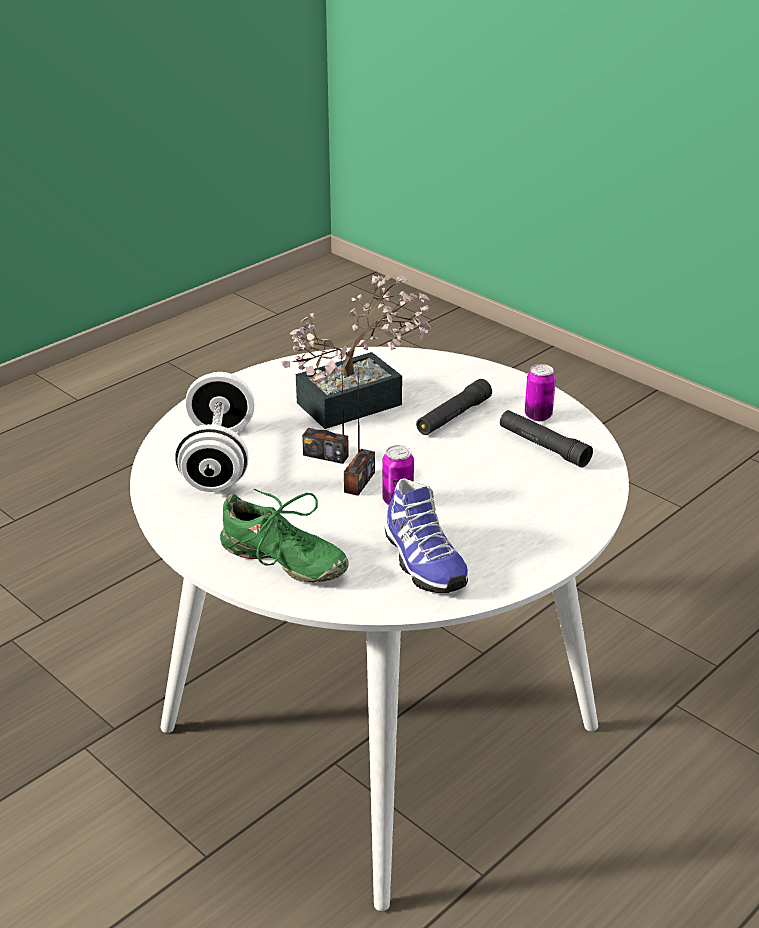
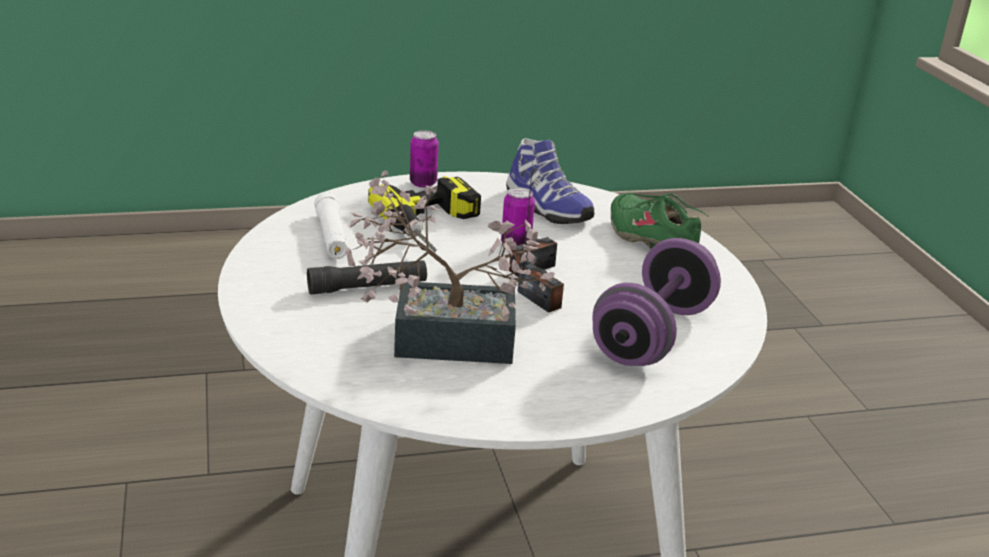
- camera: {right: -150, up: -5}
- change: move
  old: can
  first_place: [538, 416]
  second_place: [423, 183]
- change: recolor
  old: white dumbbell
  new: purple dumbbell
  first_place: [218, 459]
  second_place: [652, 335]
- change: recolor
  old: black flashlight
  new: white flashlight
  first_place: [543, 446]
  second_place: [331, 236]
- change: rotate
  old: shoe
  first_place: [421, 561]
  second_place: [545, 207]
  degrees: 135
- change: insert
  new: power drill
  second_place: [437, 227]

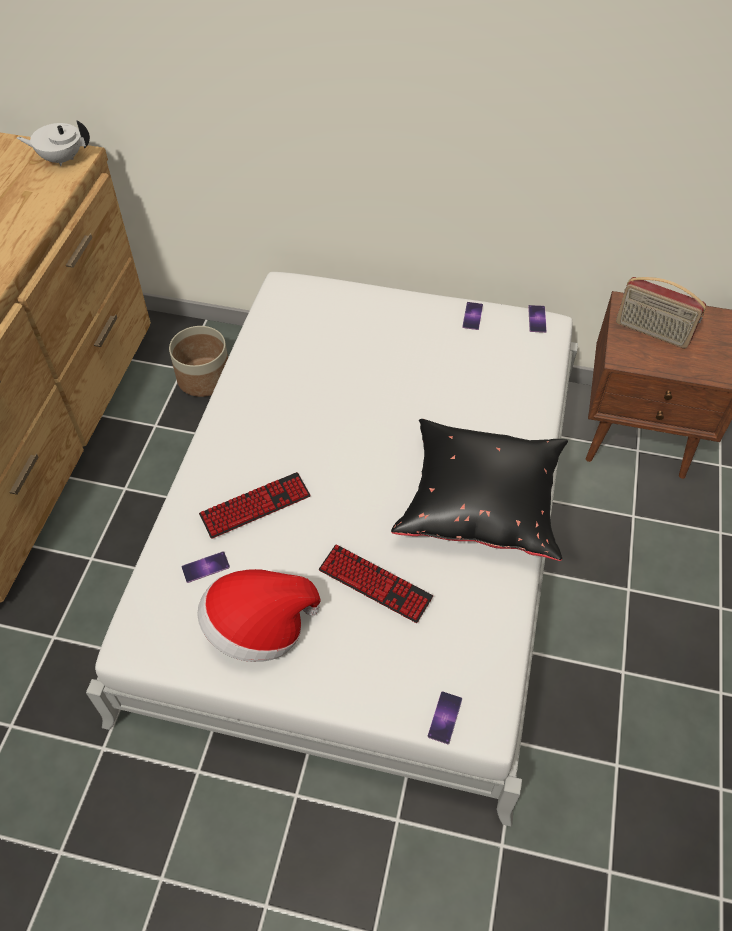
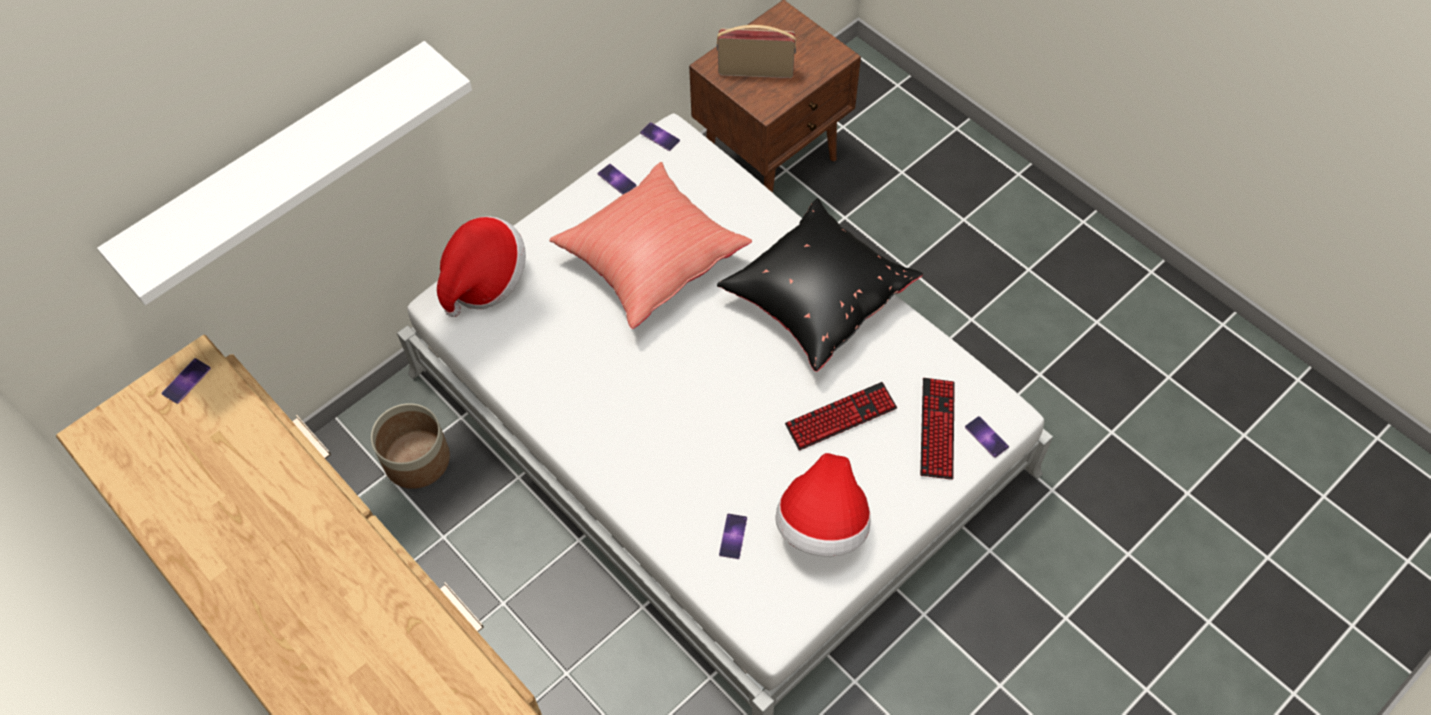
- camera: {right: -55, up: 5}
- change: replace
  old: white teapot
  new: phone
  first_place: [61, 159]
  second_place: [186, 381]
- change: rotate
  old: radio
  first_place: [652, 332]
  second_place: [756, 71]
  degrees: -150
- change: move
  old: keyboard
  first_place: [255, 506]
  second_place: [937, 429]
- change: insert
  new: white shelf
  second_place: [280, 164]
- change: insert
  new: red pillow
  second_place: [650, 259]
- change: insert
  new: hat
  second_place: [484, 280]

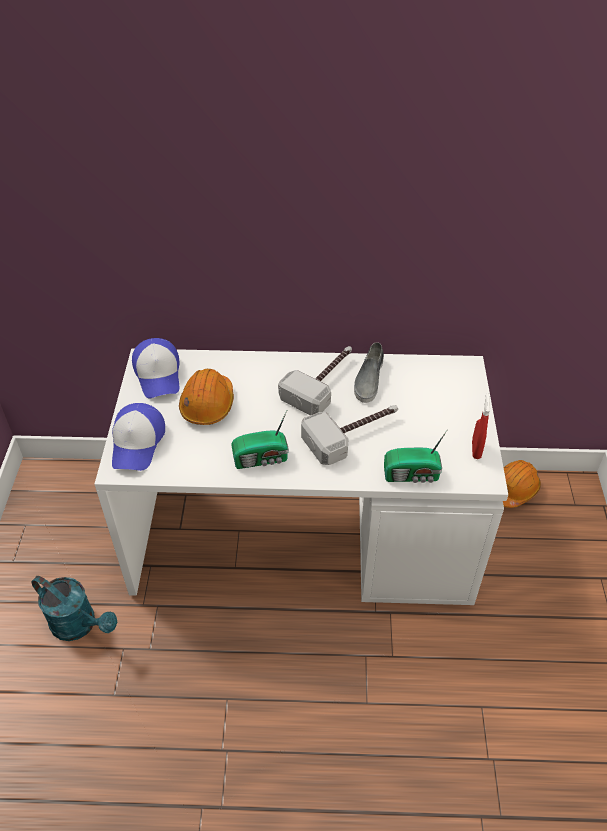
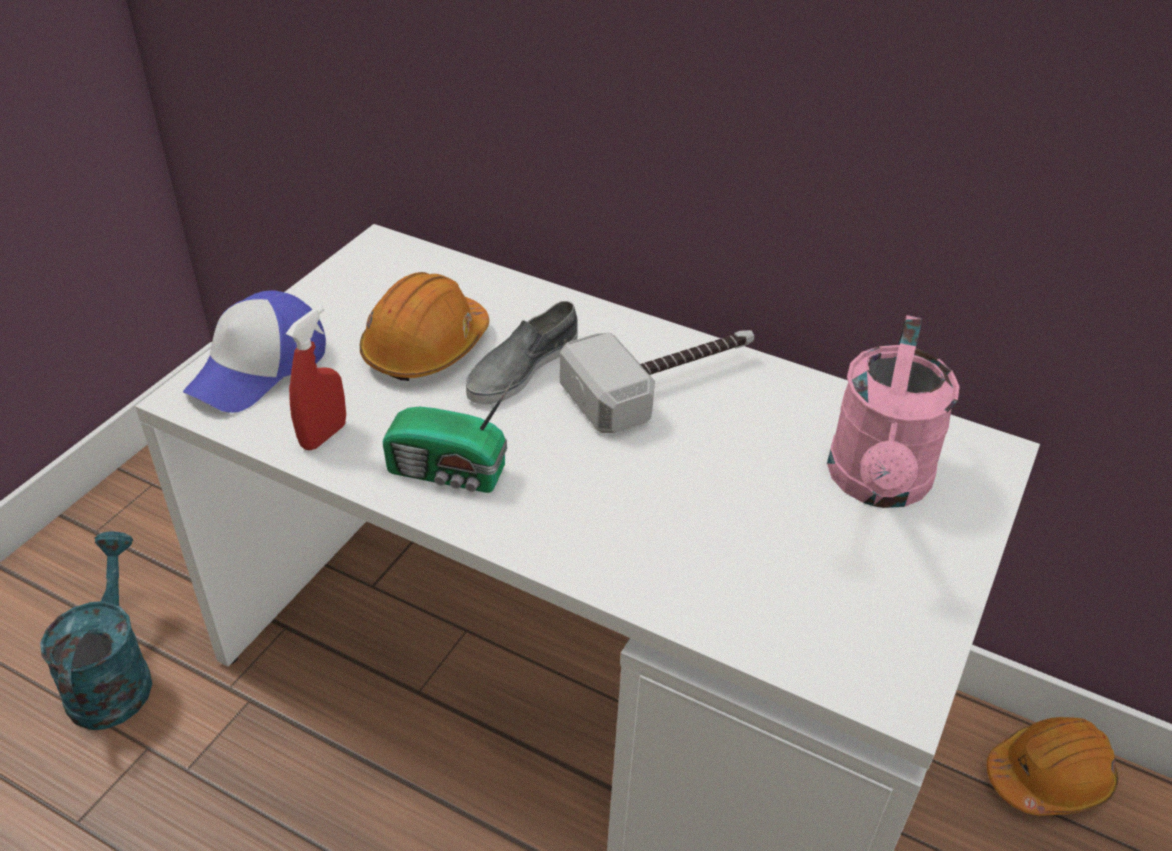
- camera: {right: 25, up: -5}
- change: delete
  old: cap
  first_place: [158, 374]
- change: move
  old: grey shoe
  first_place: [369, 379]
  second_place: [521, 368]
- change: move
  old: red spray bottle
  first_place: [476, 450]
  second_place: [323, 435]
- change: delete
  old: hammer
  first_place: [353, 434]
- change: delete
  old: radio
  first_place: [413, 475]
- change: rotate
  old: turquoise watering can
  first_place: [80, 625]
  second_place: [113, 676]
  degrees: -150
- change: insert
  new: pink watering can
  second_place: [878, 485]

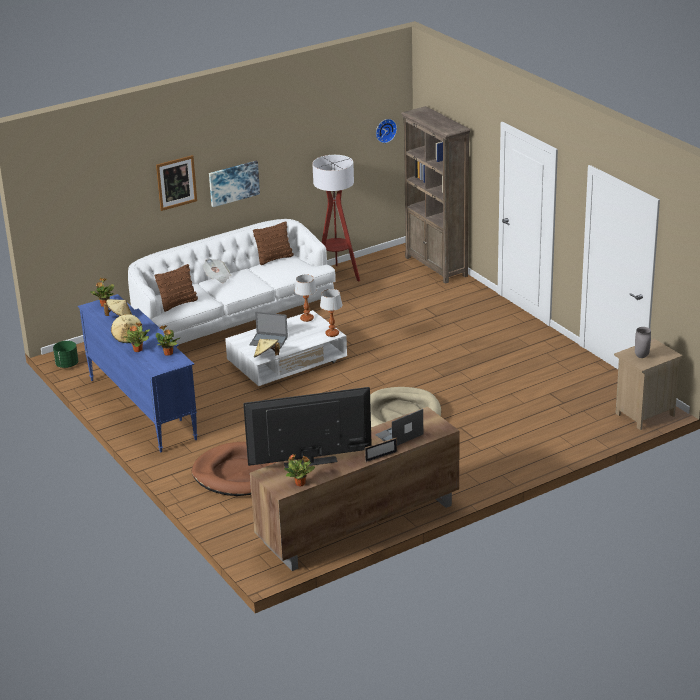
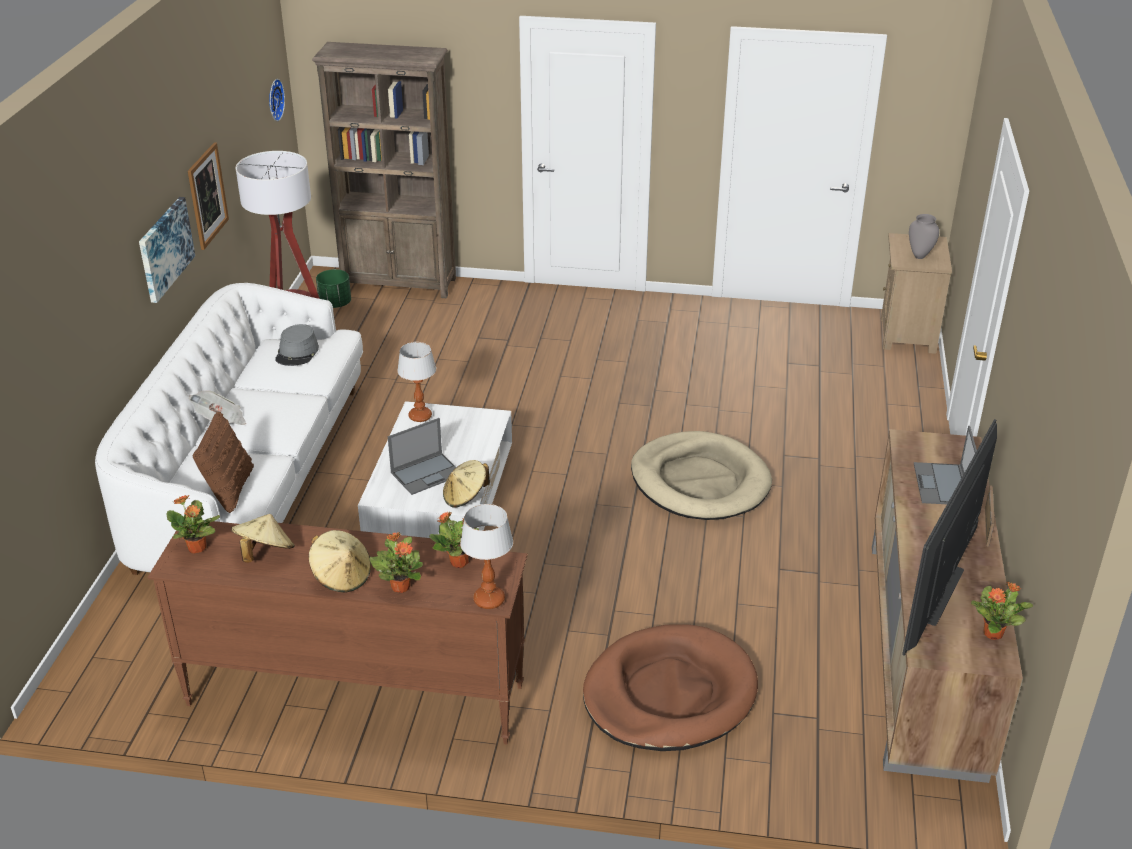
- camera: {right: -50, up: 5}
- change: move
  old: picture
  first_place: [176, 182]
  second_place: [207, 195]
- change: delete
  old: brown pillow
  first_place: [274, 259]
- change: move
  old: table lamp
  first_place: [332, 334]
  second_place: [489, 600]
- change: recolor
  old: blue cabinet
  new: brown cabinet
  first_place: [143, 408]
  second_place: [356, 694]
- change: move
  old: green planter
  first_place: [67, 365]
  second_place: [335, 304]
- change: insert
  new: grey hat
  second_place: [297, 353]

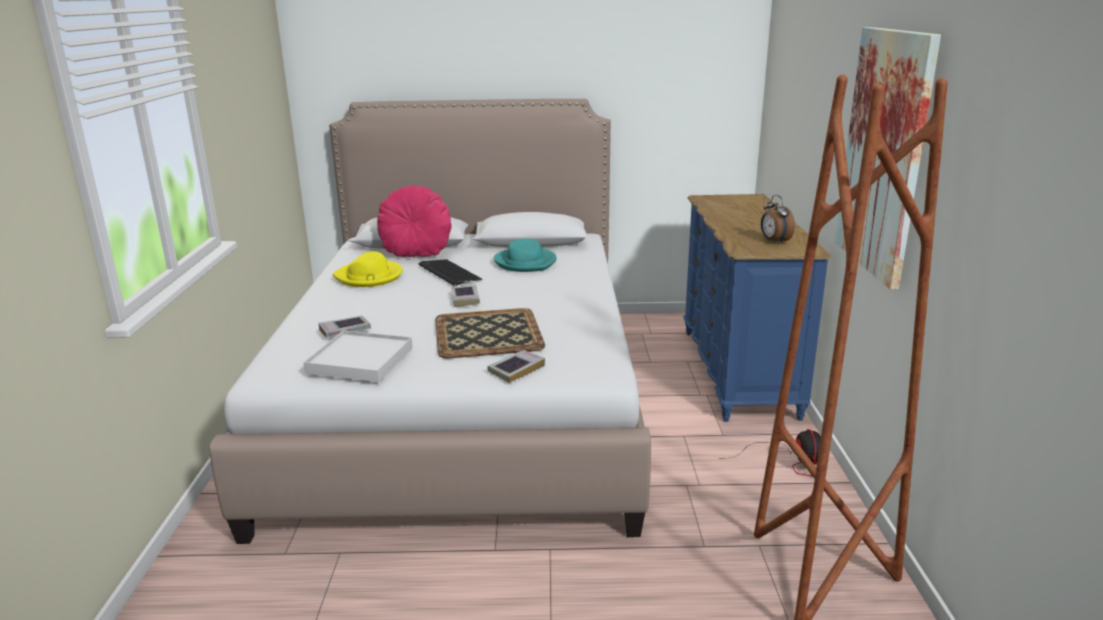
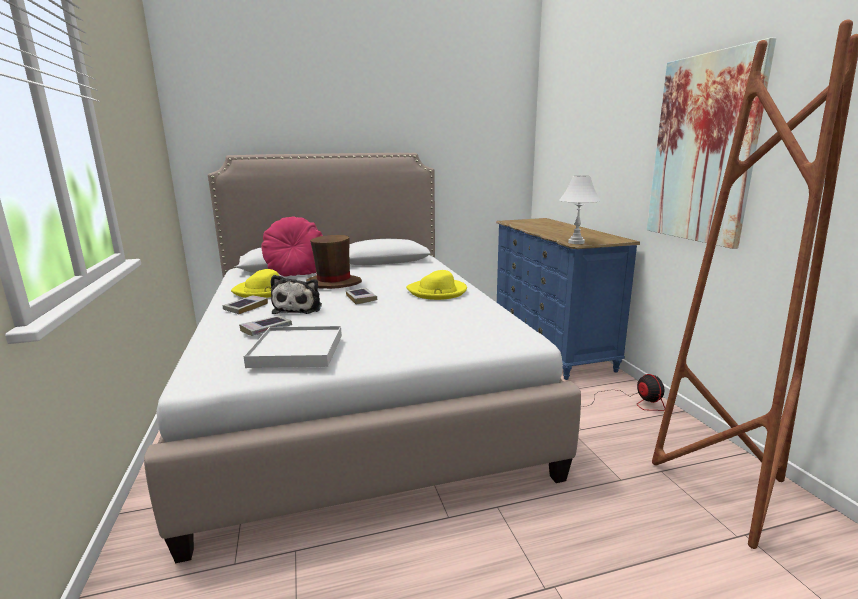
- camera: {right: -15, up: -5}
- change: delete
  old: alarm clock
  first_place: [774, 241]
- change: delete
  old: turquoise hat
  first_place: [525, 262]
- change: replace
  old: keyboard
  new: brown hat
  first_place: [449, 273]
  second_place: [334, 283]
- change: delete
  old: tray
  first_place: [487, 334]
- change: move
  old: book
  first_place: [516, 369]
  second_place: [246, 307]
- change: insert
  new: white table lamp
  second_place: [576, 242]
- change: insert
  new: yellow hat
  second_place: [437, 292]
- change: insert
  new: plush toy
  second_place: [299, 308]

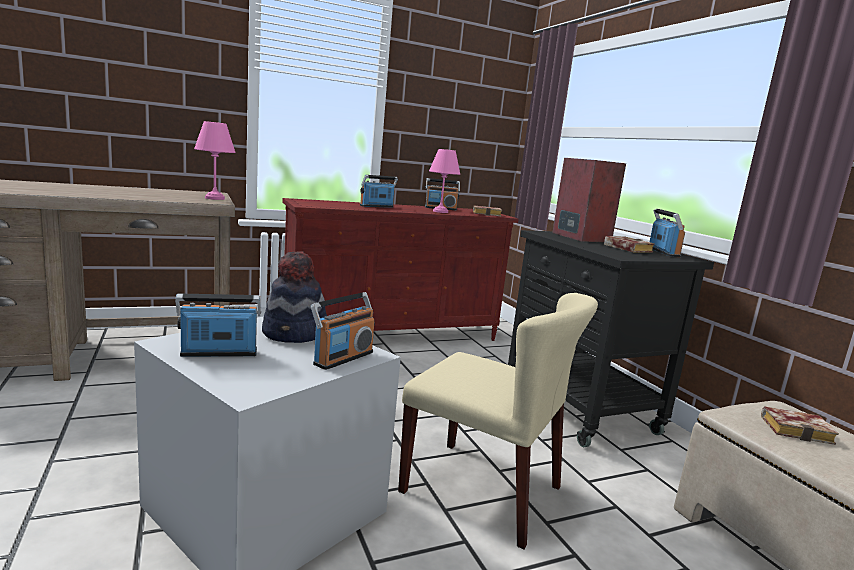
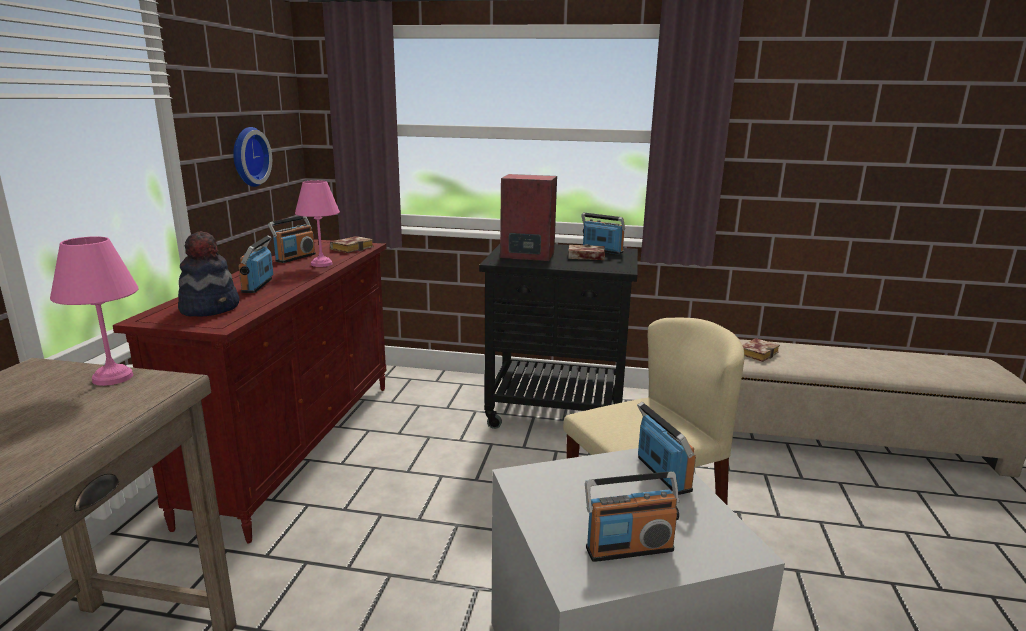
- camera: {right: -55, up: 5}
- change: move
  old: hat
  first_place: [296, 334]
  second_place: [210, 308]
- change: rotate
  old: radio
  first_place: [219, 353]
  second_place: [629, 548]
  degrees: -120
- change: insert
  new: wall clock
  second_place: [247, 156]

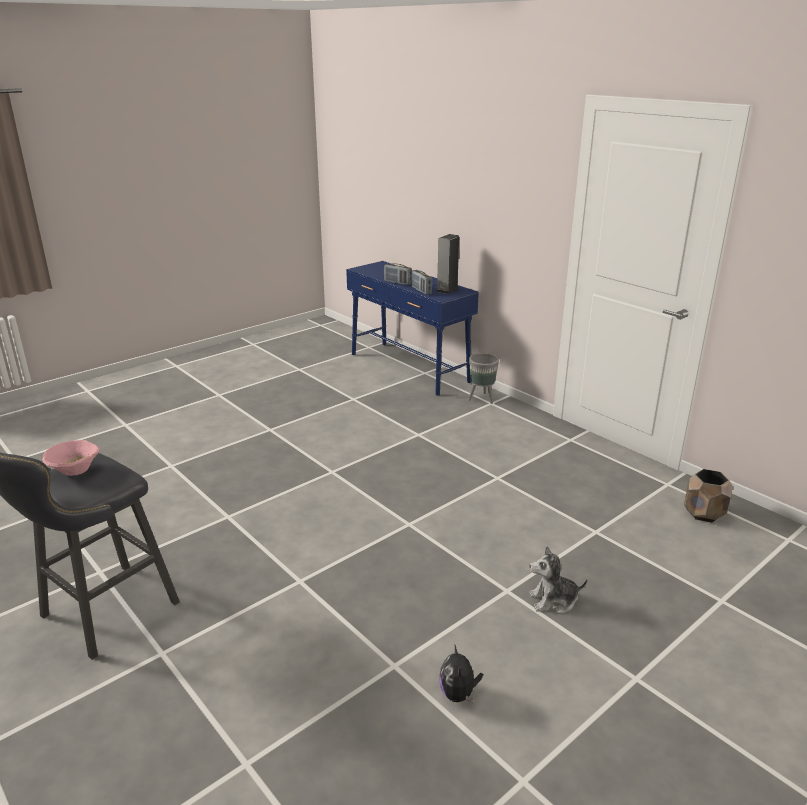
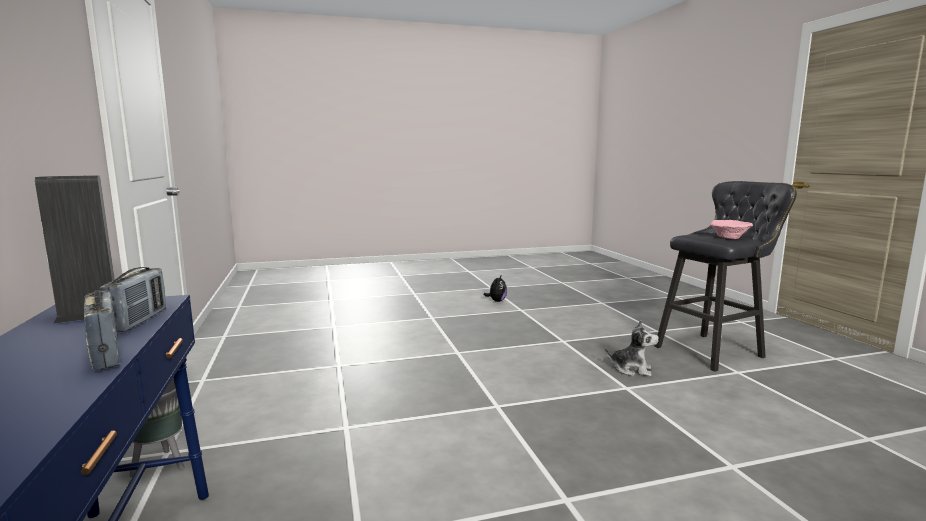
- camera: {right: -155, up: -15}
- change: delete
  old: brown planter
  first_place: [704, 513]
- change: move
  old: plush toy
  first_place: [553, 601]
  second_place: [631, 369]

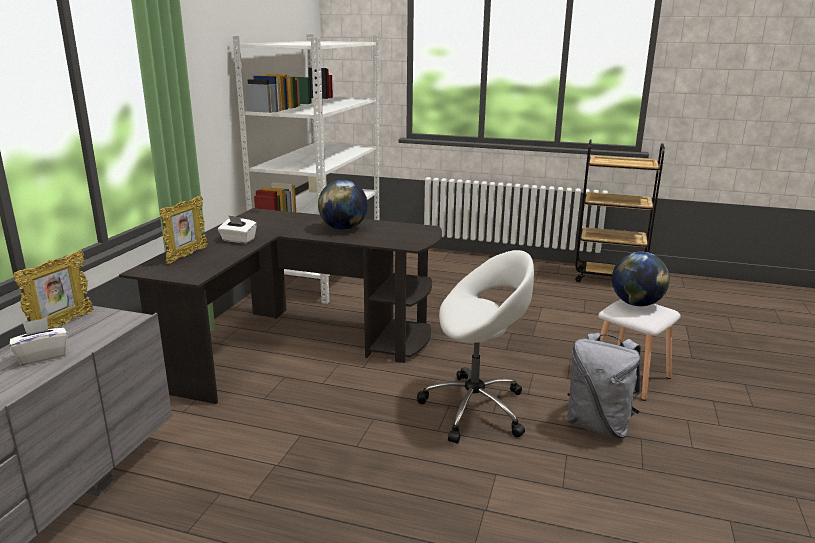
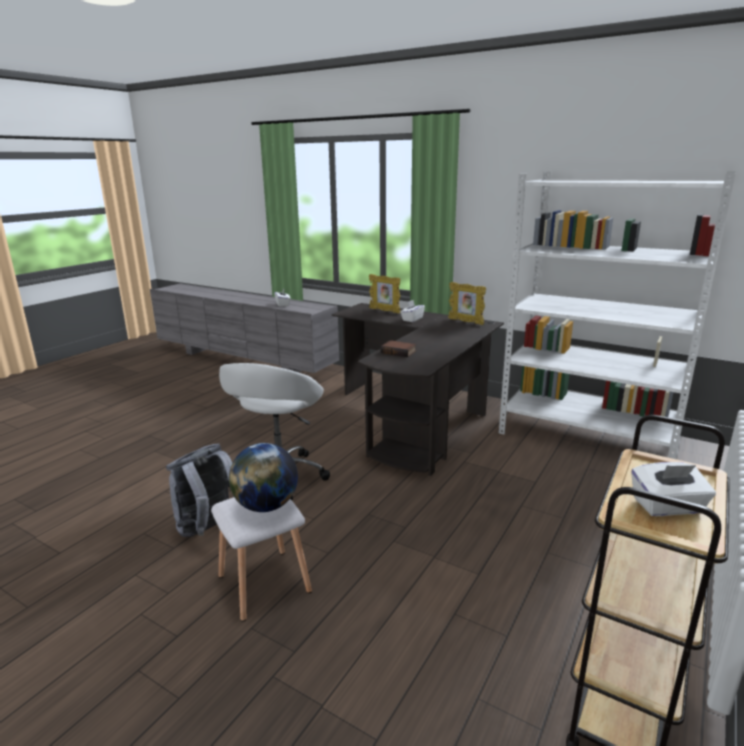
- camera: {right: 105, up: 0}
- change: delete
  old: globe
  first_place: [343, 229]
- change: move
  old: picture frame
  first_place: [61, 325]
  second_place: [466, 322]
- change: insert
  new: book
  second_place: [399, 352]
- change: insert
  new: white tissue box
  second_place: [667, 506]

